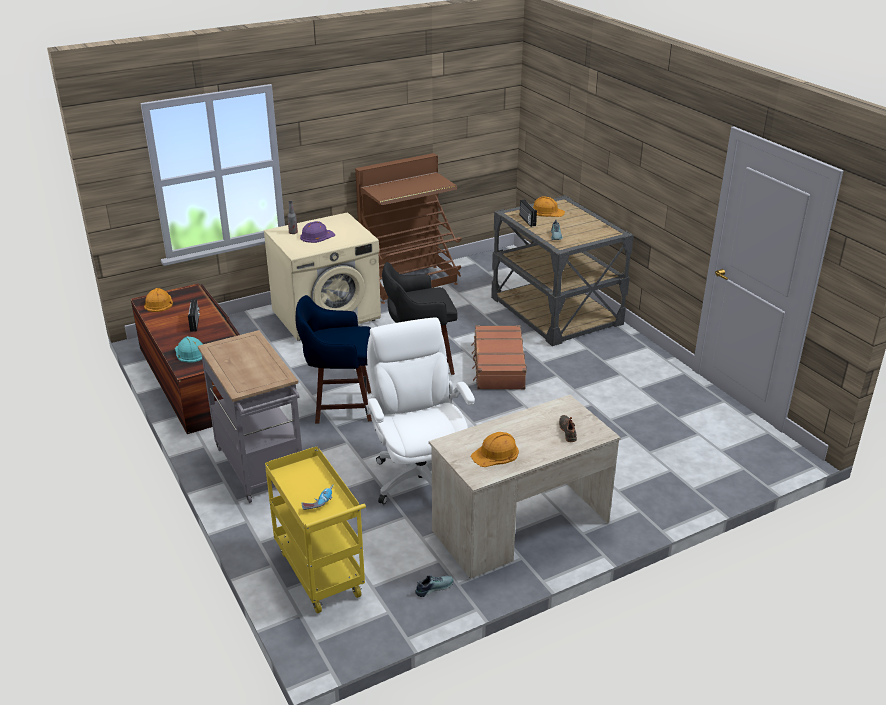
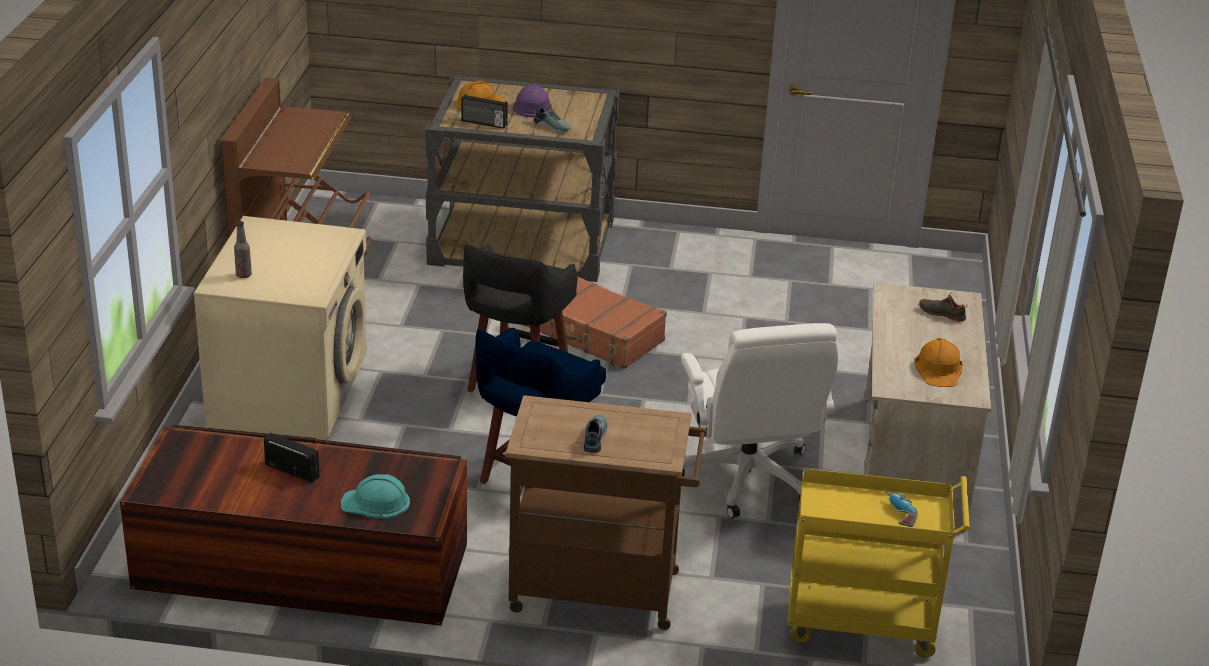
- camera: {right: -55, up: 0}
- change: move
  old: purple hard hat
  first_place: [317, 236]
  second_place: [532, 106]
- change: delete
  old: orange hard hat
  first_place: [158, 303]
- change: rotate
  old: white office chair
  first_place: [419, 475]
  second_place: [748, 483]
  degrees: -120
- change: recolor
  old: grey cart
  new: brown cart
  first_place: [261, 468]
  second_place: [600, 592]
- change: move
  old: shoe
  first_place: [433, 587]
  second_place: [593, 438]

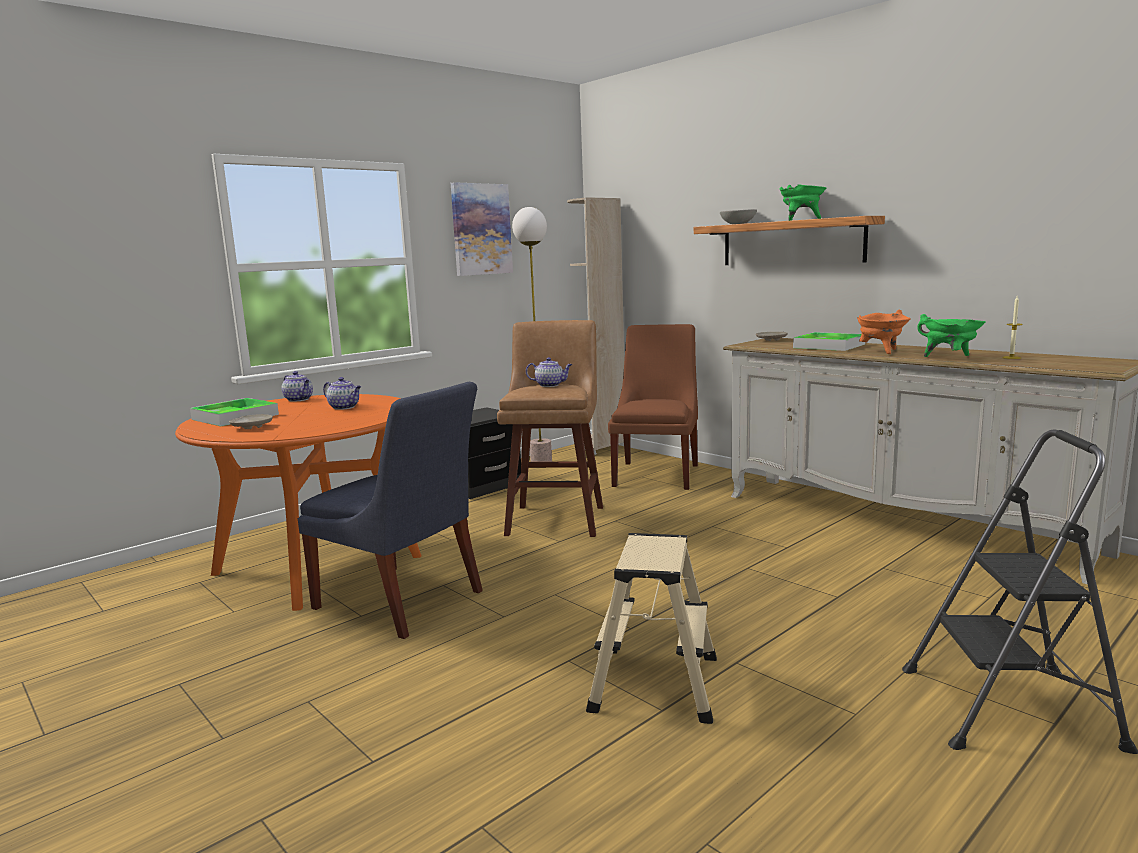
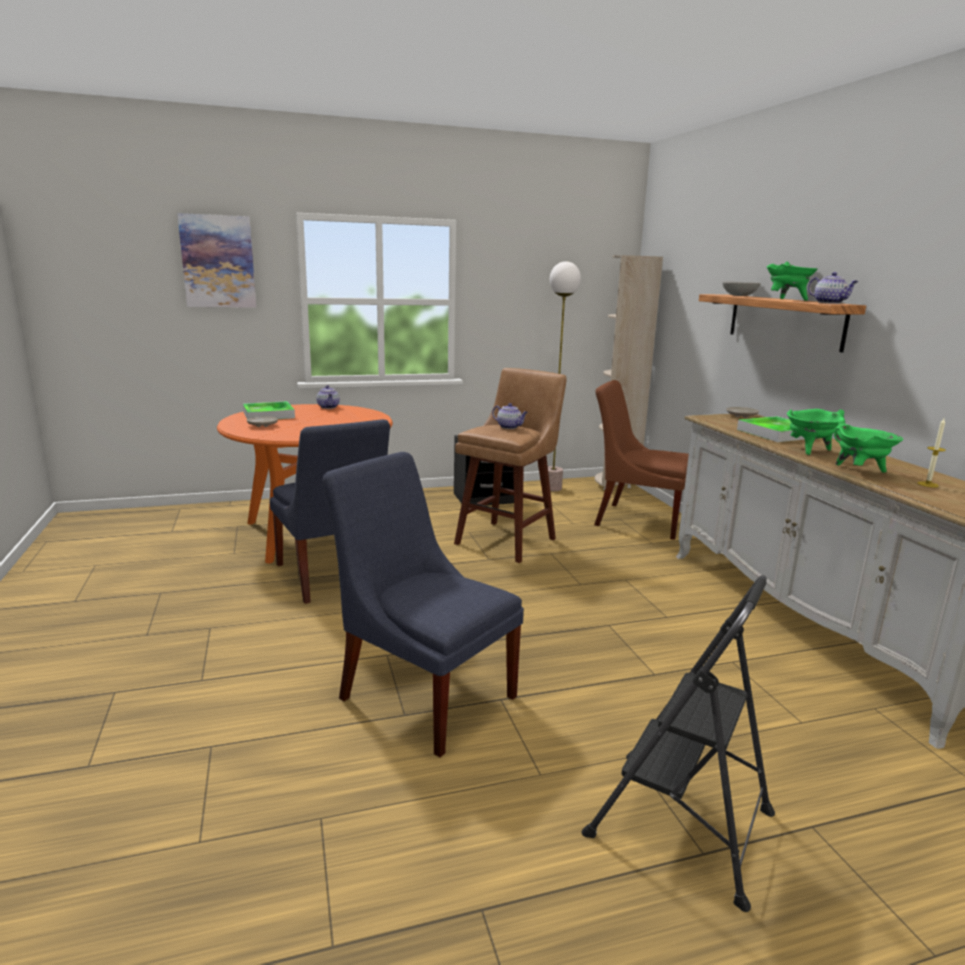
- camera: {right: 25, up: 5}
- change: move
  old: picture
  first_place: [481, 229]
  second_place: [218, 261]
- change: recolor
  old: orange cooking pot
  new: green cooking pot
  first_place: [881, 352]
  second_place: [809, 450]
- change: rotate
  old: brown chair
  first_place: [657, 474]
  second_place: [636, 520]
  degrees: -105
- change: move
  old: teapot
  first_place: [345, 407]
  second_place: [830, 303]
- change: replace
  old: beige step ladder
  new: blue chair
  first_place: [654, 683]
  second_place: [423, 693]

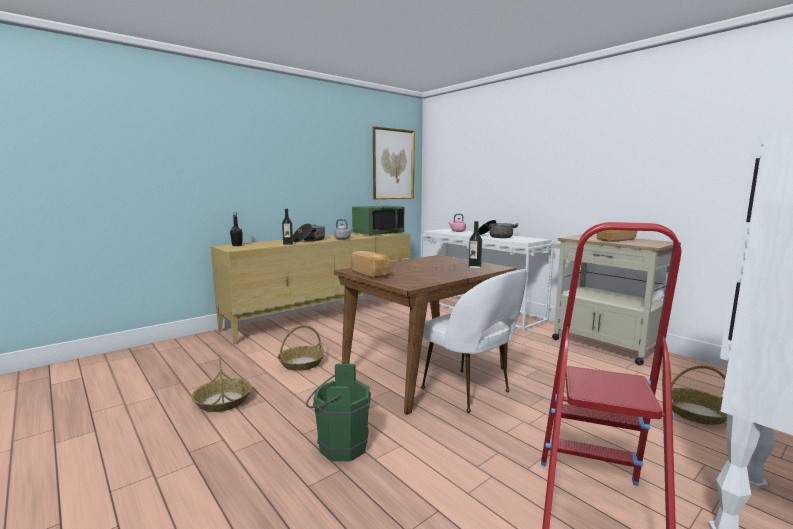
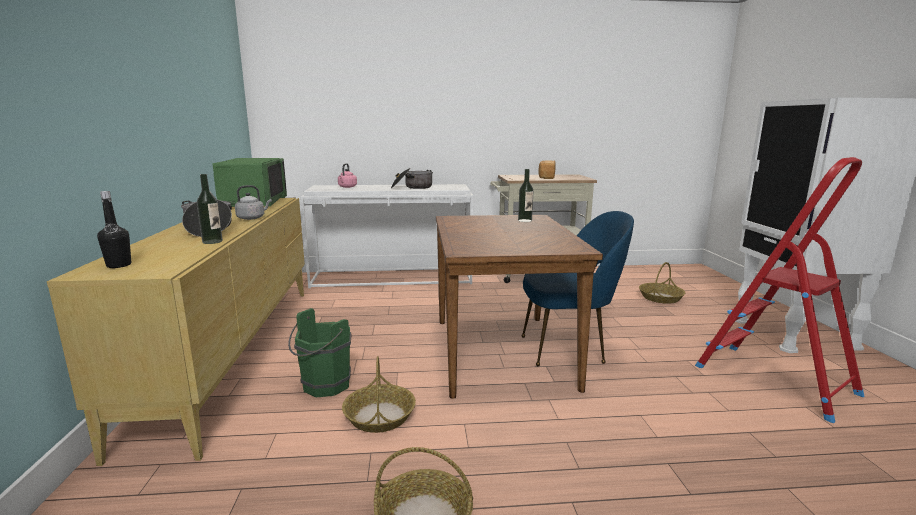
- camera: {right: -55, up: 5}
- change: delete
  old: picture
  first_place: [393, 164]
- change: delete
  old: bread
  first_place: [371, 274]
- change: recolor
  old: white chair
  new: blue chair
  first_place: [470, 393]
  second_place: [569, 349]
- change: move
  old: green bucket
  first_place: [339, 446]
  second_place: [323, 387]

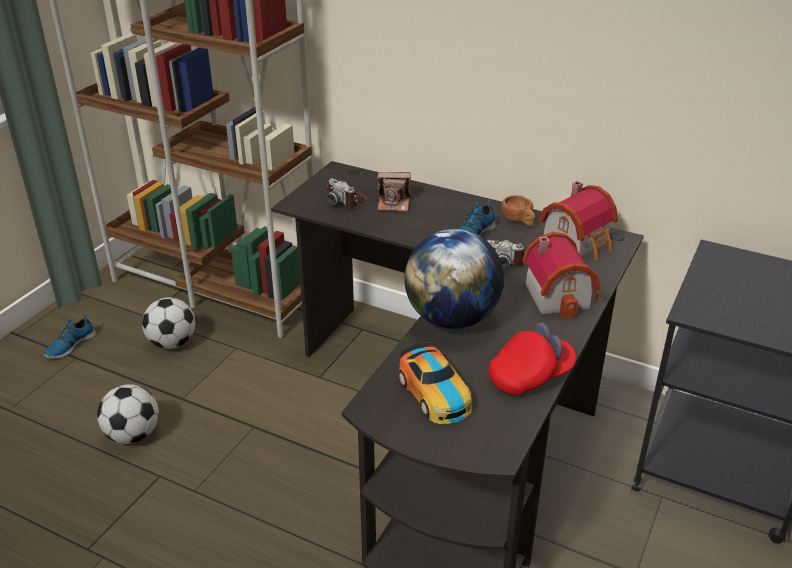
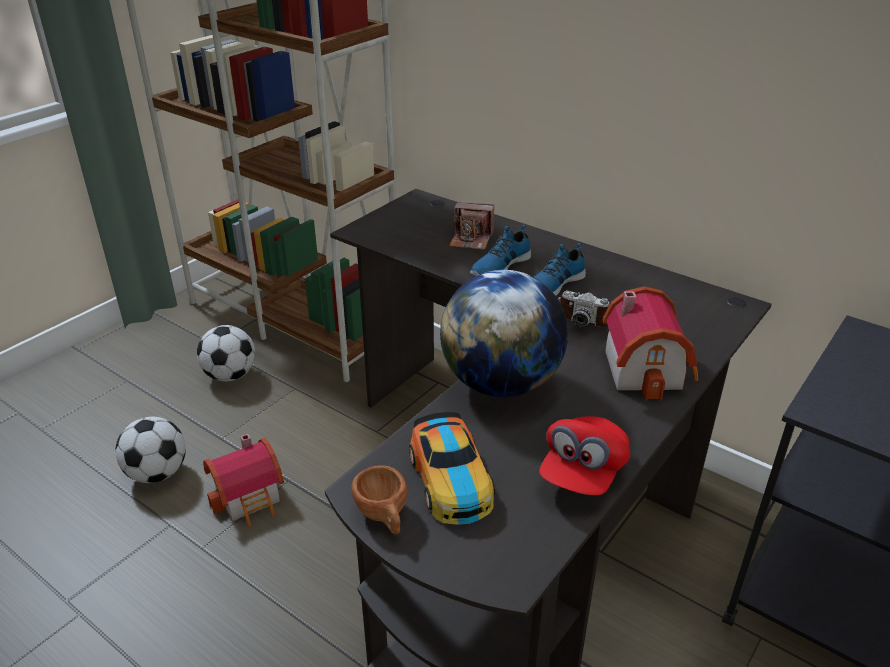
- camera: {right: 10, up: 0}
- change: delete
  old: photo camera
  first_place: [346, 199]
- change: move
  old: toy house
  first_place: [579, 242]
  second_place: [251, 497]
- change: move
  old: brown cup
  first_place: [519, 222]
  second_place: [384, 516]
- change: move
  old: shoe
  first_place: [70, 345]
  second_place: [499, 266]
- change: rotate
  old: red cap
  first_place: [530, 376]
  second_place: [582, 472]
  degrees: 135

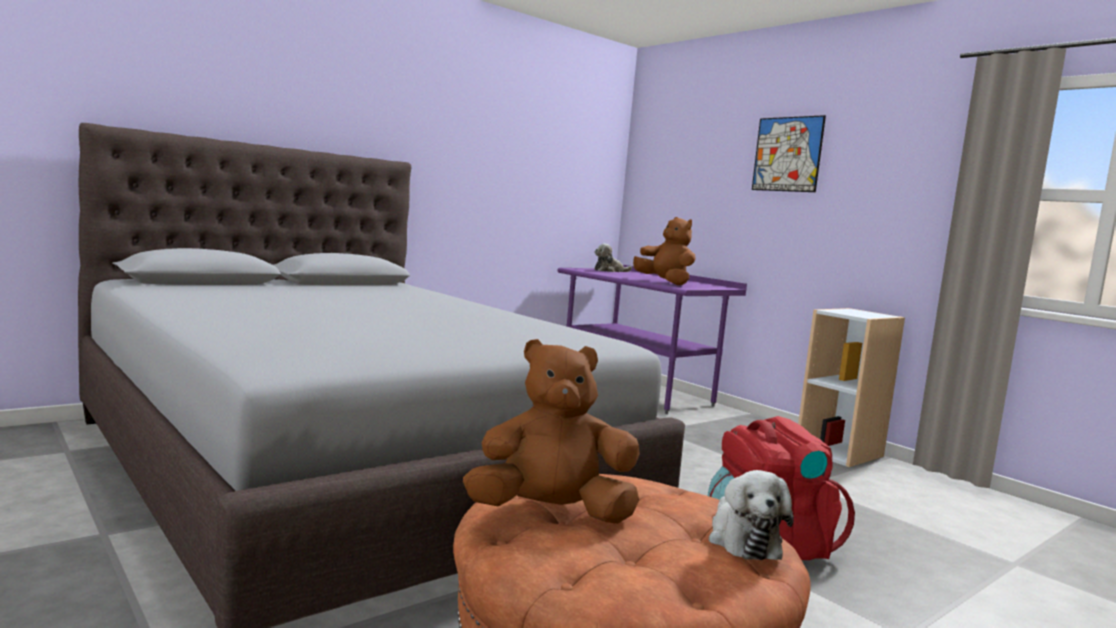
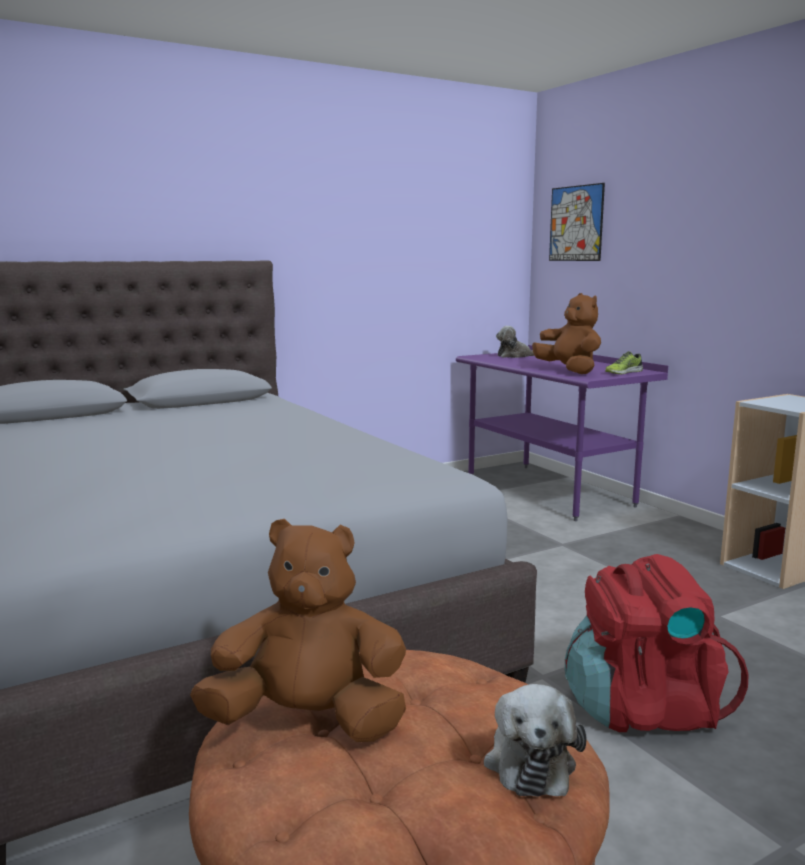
- camera: {right: 10, up: 5}
- change: move
  old: picture
  first_place: [787, 154]
  second_place: [576, 223]
- change: insert
  new: shoe
  second_place: [622, 372]

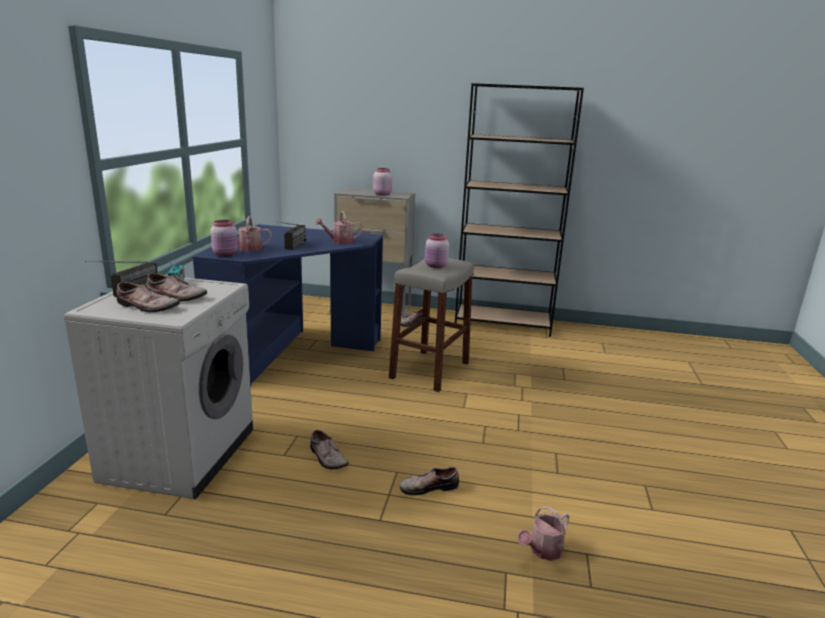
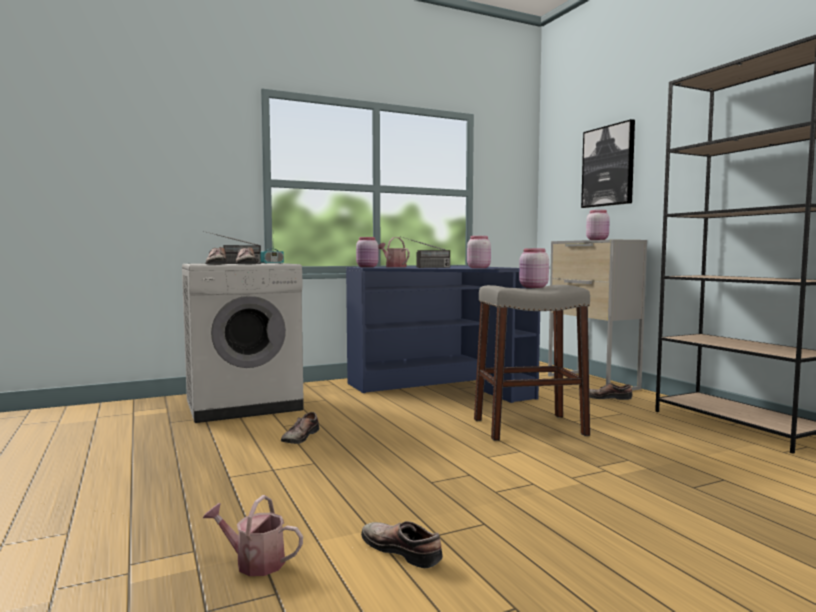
- camera: {right: 55, up: -15}
- change: replace
  old: watering can
  new: pink jar
  first_place: [339, 241]
  second_place: [478, 268]
- change: move
  old: shoe
  first_place: [428, 486]
  second_place: [403, 550]
- change: insert
  new: picture
  second_place: [608, 166]

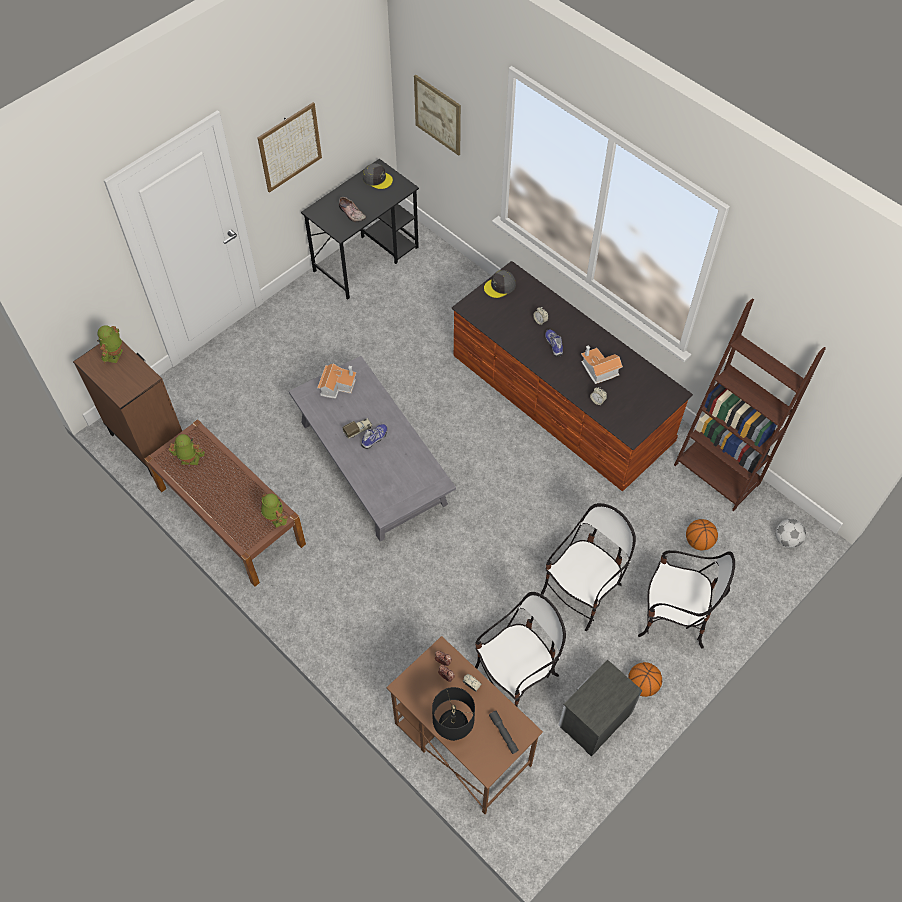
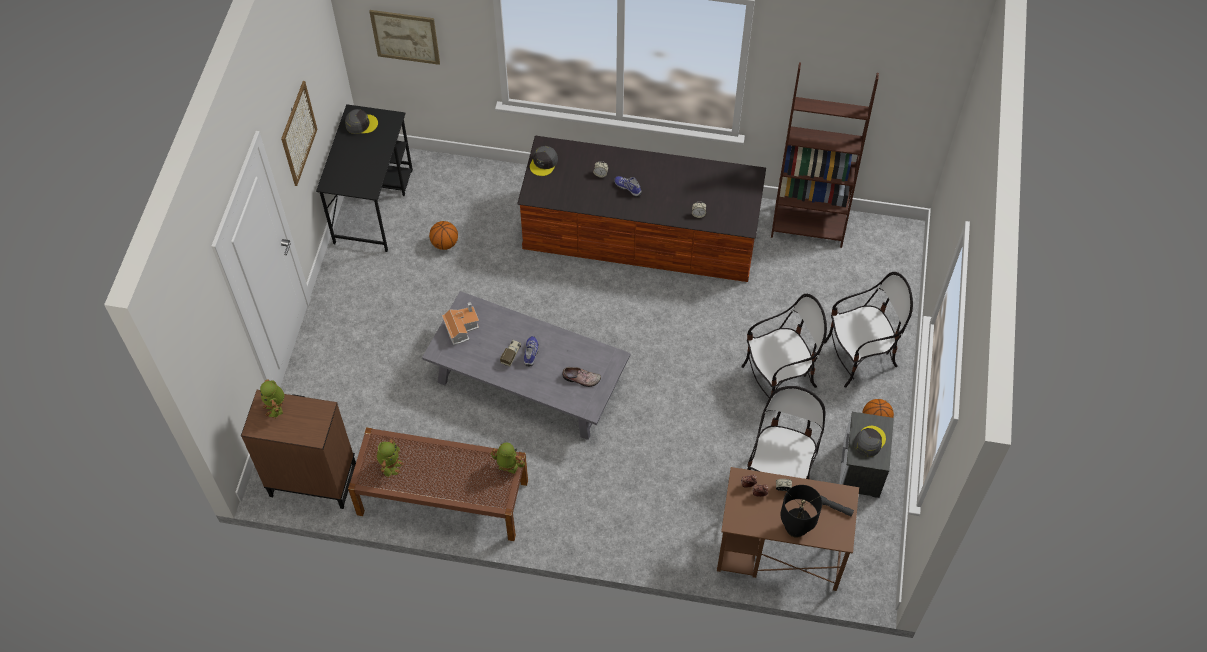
- camera: {right: -35, up: 0}
- change: move
  old: shoe
  first_place: [351, 214]
  second_place: [581, 379]
- change: delete
  old: toy house
  first_place: [598, 370]
- change: rotate
  old: toy robot
  first_place: [189, 461]
  second_place: [391, 465]
  degrees: 135
- change: rotate
  old: chair
  first_place: [582, 592]
  second_place: [778, 380]
  degrees: 60
- change: move
  old: basketball
  first_place: [698, 542]
  second_place: [445, 243]
- change: delete
  old: football
  first_place: [787, 540]
- change: insert
  new: grey cap
  second_place: [869, 441]

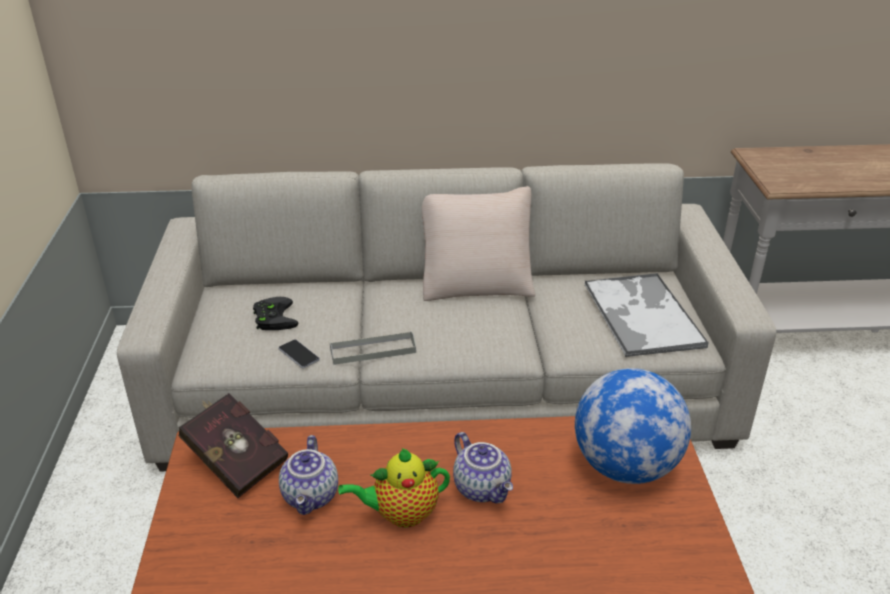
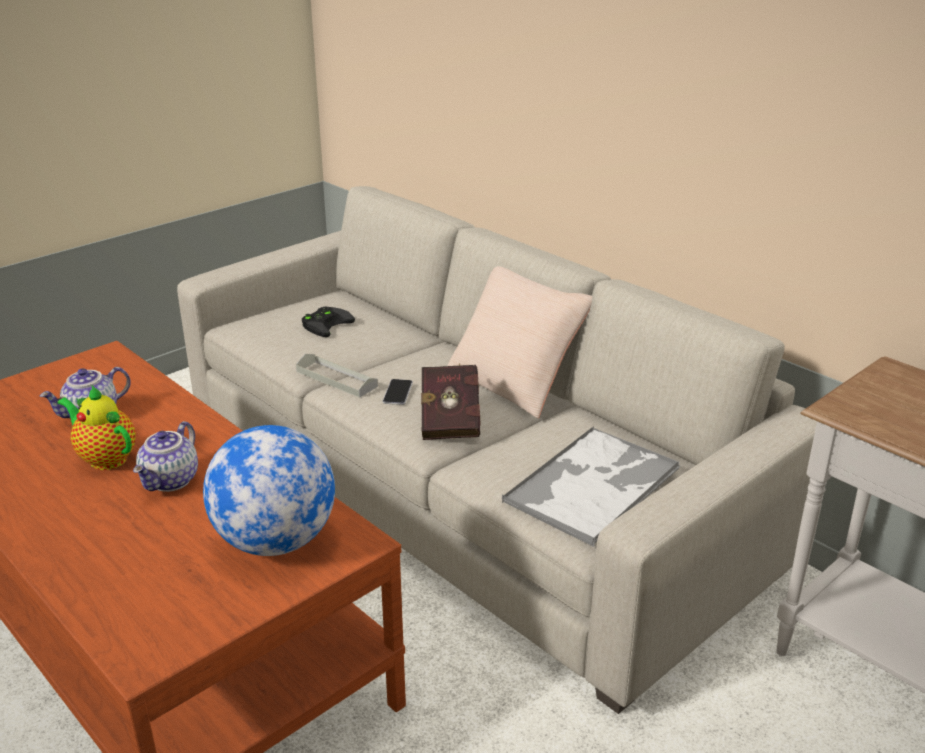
- camera: {right: 50, up: -5}
- change: move
  old: phone
  first_place: [298, 354]
  second_place: [397, 393]
- change: move
  old: red book
  first_place: [235, 460]
  second_place: [451, 419]

